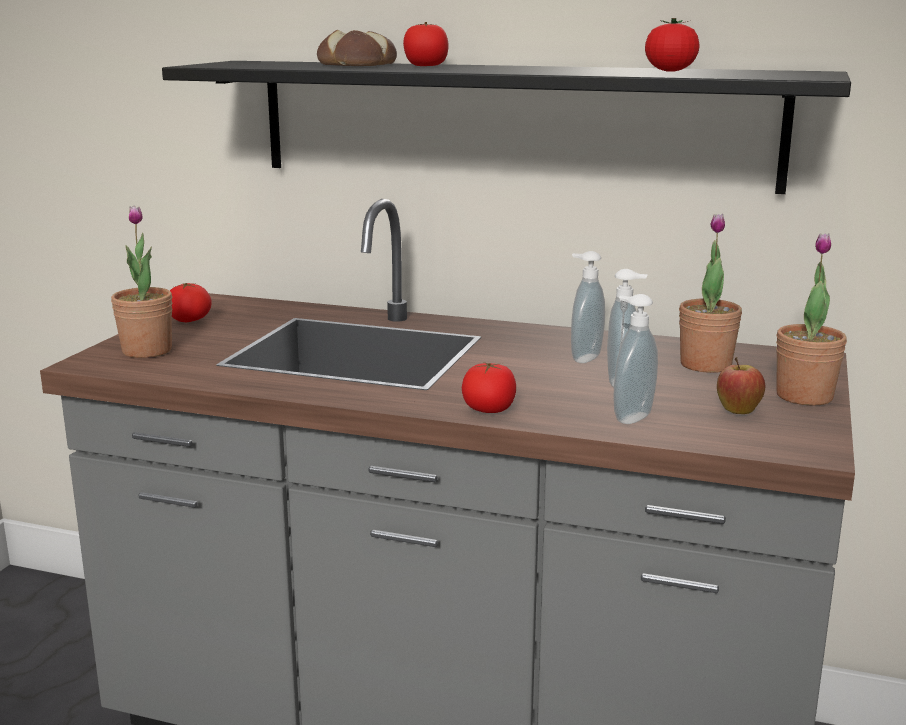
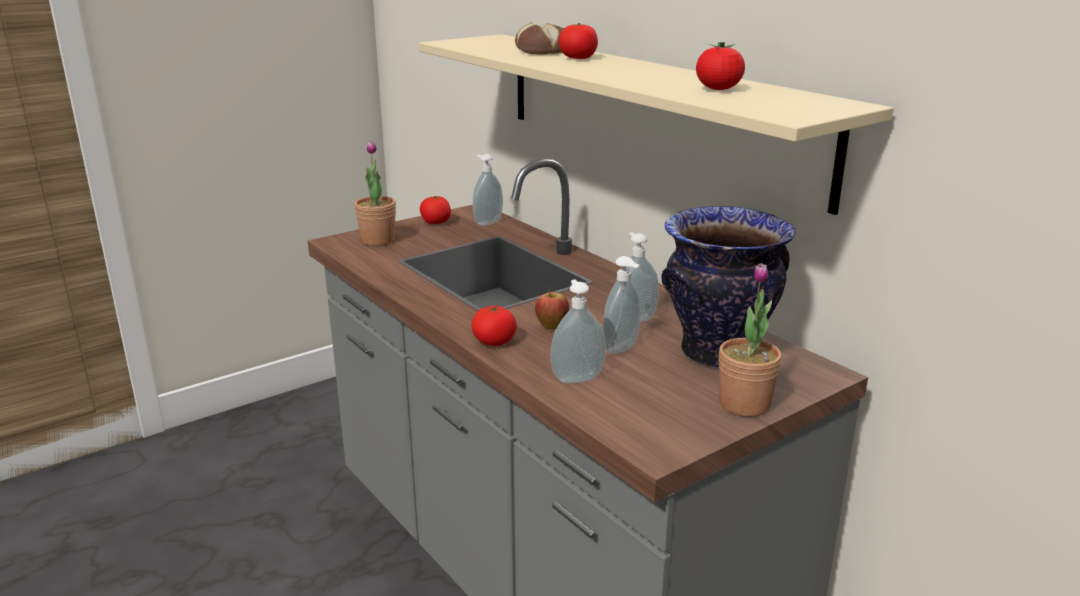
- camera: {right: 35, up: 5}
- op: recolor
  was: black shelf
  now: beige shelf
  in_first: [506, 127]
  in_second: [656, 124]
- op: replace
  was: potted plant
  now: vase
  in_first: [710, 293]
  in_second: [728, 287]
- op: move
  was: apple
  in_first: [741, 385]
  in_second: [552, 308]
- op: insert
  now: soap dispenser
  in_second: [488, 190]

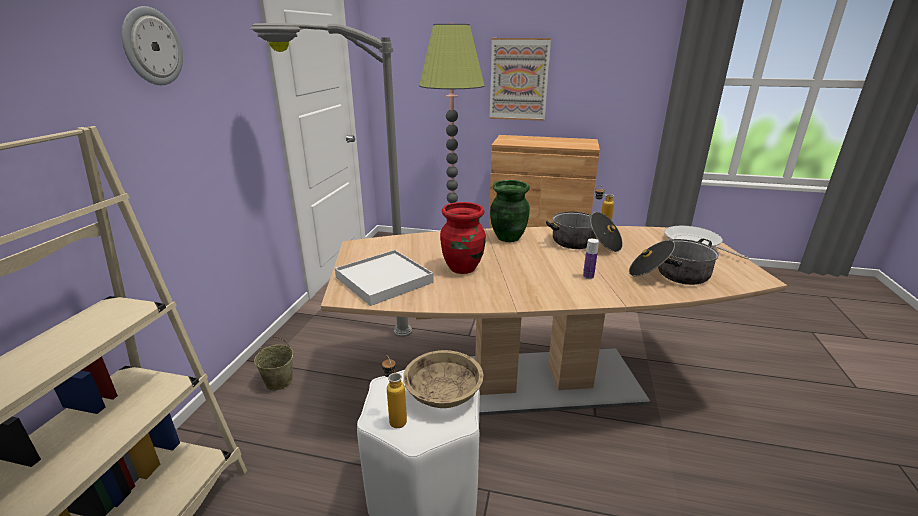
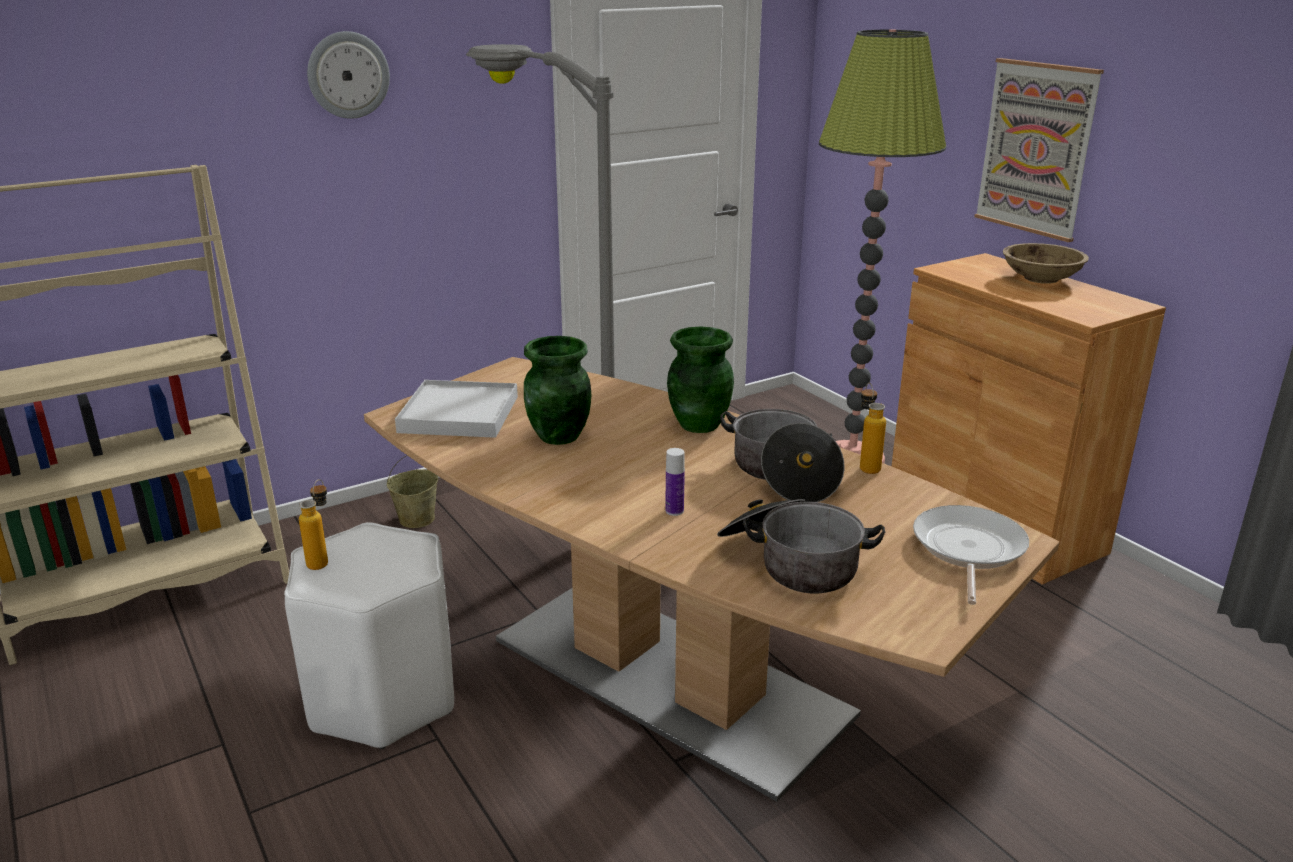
- camera: {right: 45, up: 0}
- op: move
  was: beige bowl
  in_first: [443, 379]
  in_second: [1046, 263]
- op: recolor
  was: red vase
  now: green vase
  in_first: [463, 238]
  in_second: [557, 390]

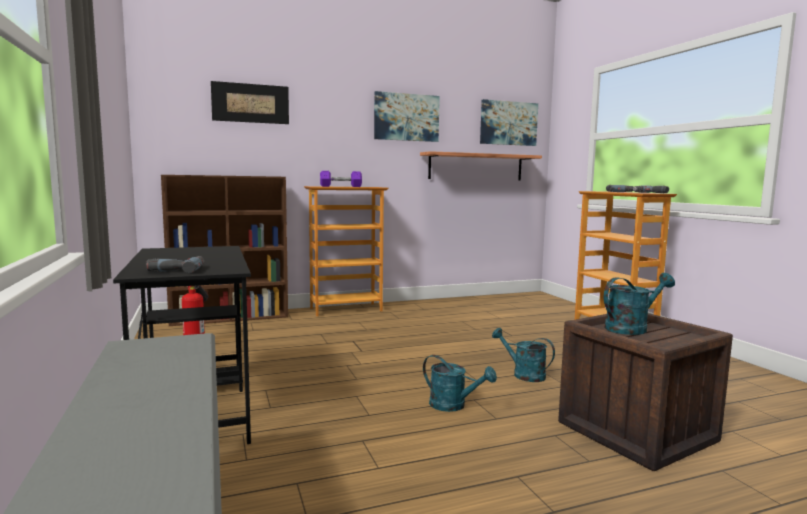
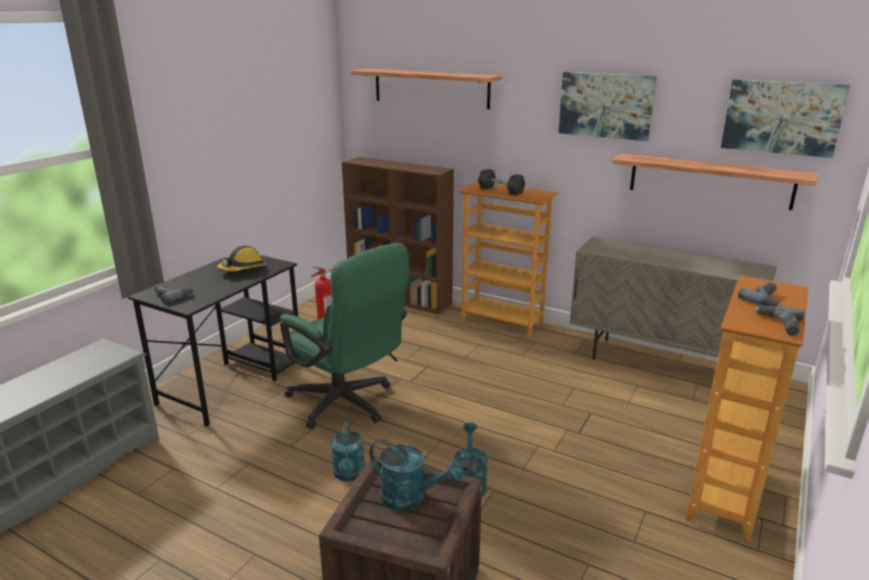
- camera: {right: 50, up: 15}
- op: replace
  was: picture
  now: shelf
  in_first: [250, 102]
  in_second: [426, 89]
- op: recolor
  was: purple dumbbell
  now: grey dumbbell
  in_first: [341, 179]
  in_second: [501, 182]
- op: insert
  now: hard hat
  in_second: [241, 258]
- op: insert
  now: green office chair
  in_second: [344, 336]
- op: insert
  now: beige cabinet
  in_second: [673, 298]

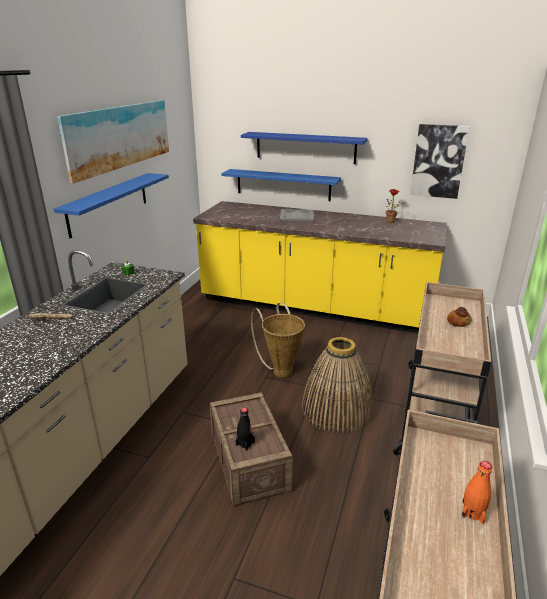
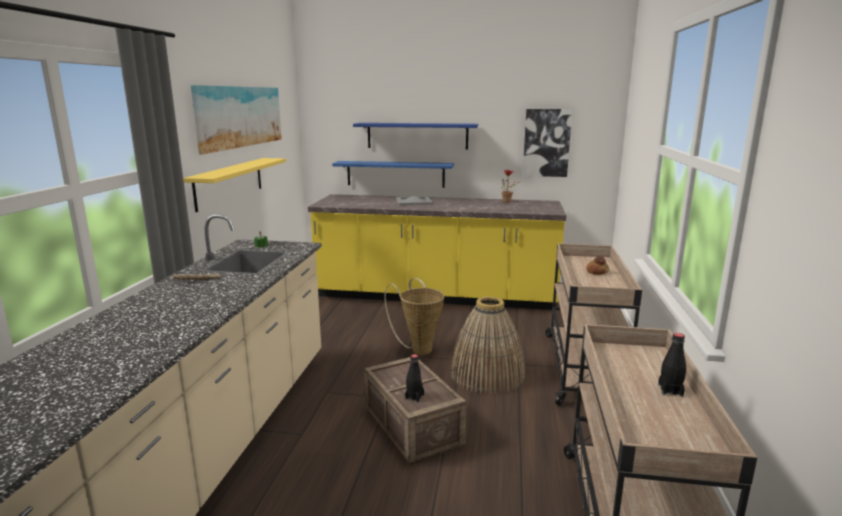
- camera: {right: -10, up: -10}
- op: recolor
  was: blue shelf
  now: yellow shelf
  in_first: [111, 205]
  in_second: [234, 185]
- op: recolor
  was: orange bottle
  now: black bottle
  in_first: [477, 492]
  in_second: [672, 365]

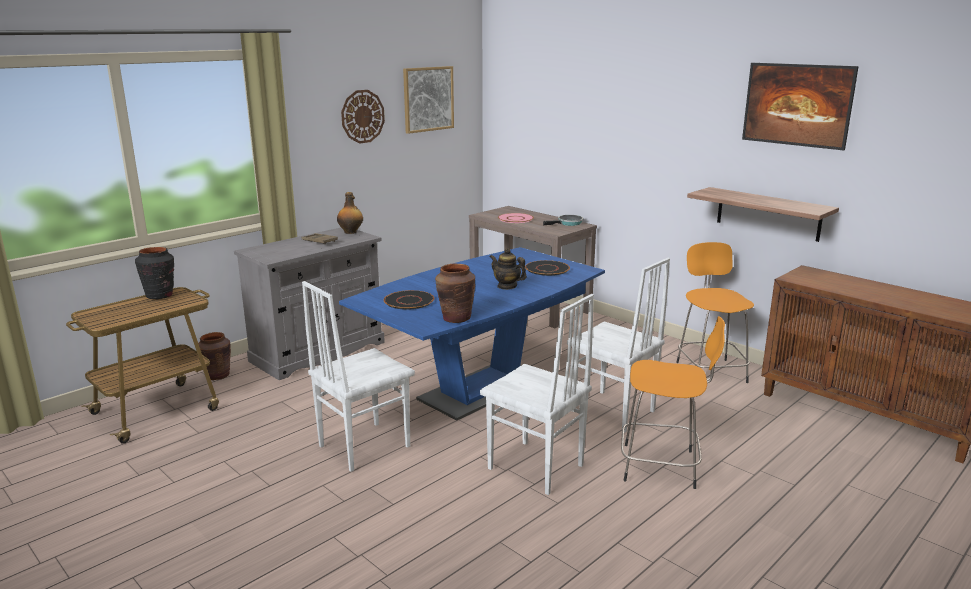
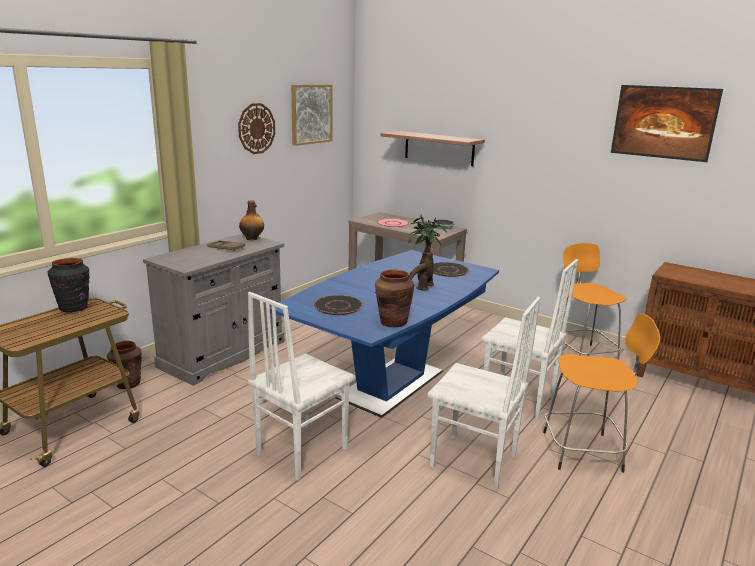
- camera: {right: -10, up: 0}
- op: replace
  was: teapot
  now: potted plant
  in_first: [508, 269]
  in_second: [428, 252]
- op: move
  was: shelf
  in_first: [763, 214]
  in_second: [432, 148]

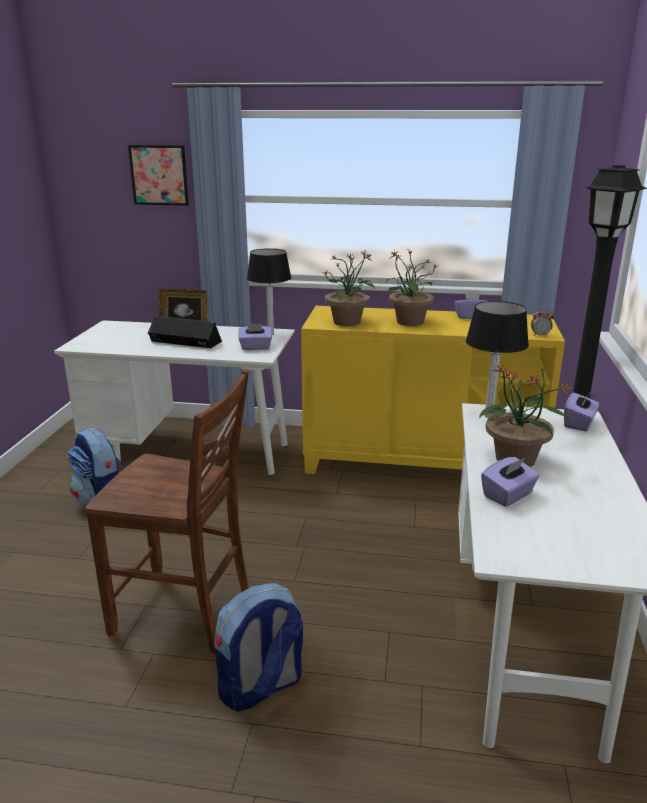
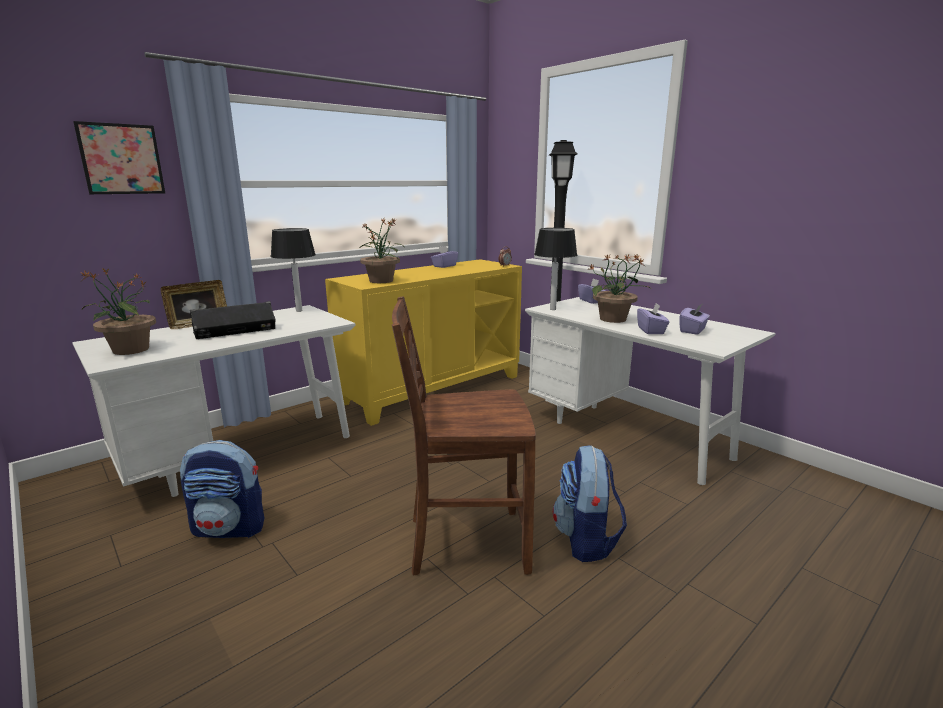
- camera: {right: -50, up: -5}
- op: rotate
  was: brown chair
  in_first: [167, 512]
  in_second: [464, 436]
  clockwise: -150
- op: move
  was: purple tissue box
  in_first: [255, 337]
  in_second: [695, 319]
- op: move
  was: potted plant
  in_first: [412, 288]
  in_second: [118, 311]

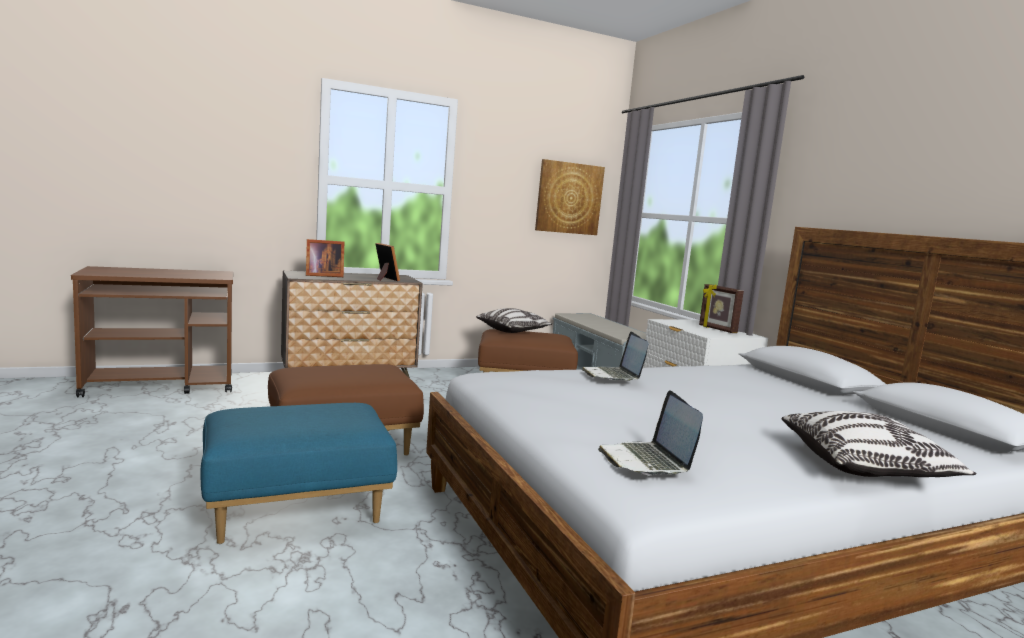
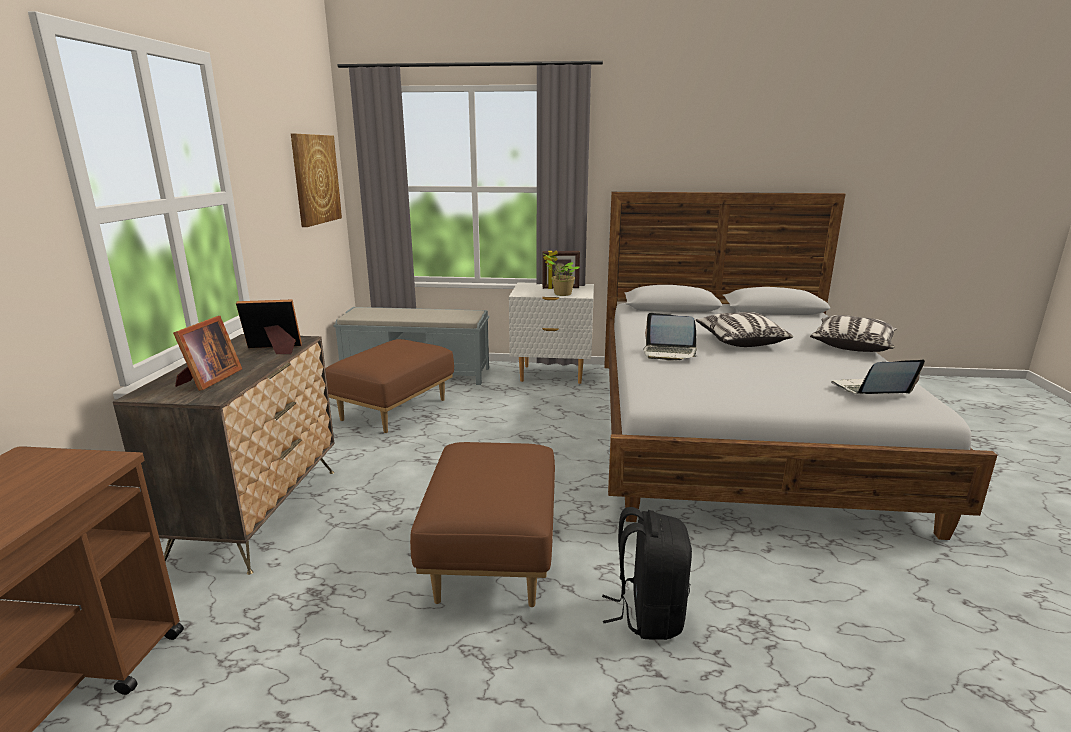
- camera: {right: -60, up: 10}
- op: replace
  was: blue ottoman
  now: black backpack
  in_first: [298, 473]
  in_second: [647, 573]
- op: move
  was: pillow
  in_first: [514, 320]
  in_second: [744, 329]
- op: rotate
  was: laptop
  in_first: [650, 432]
  in_second: [878, 376]
  clockwise: 150
- op: insert
  now: potted plant
  in_second: [562, 275]

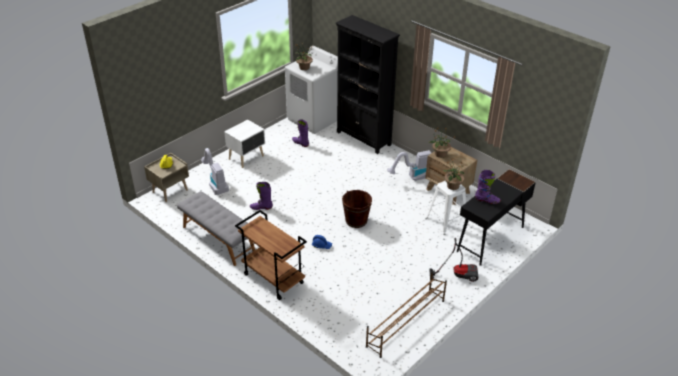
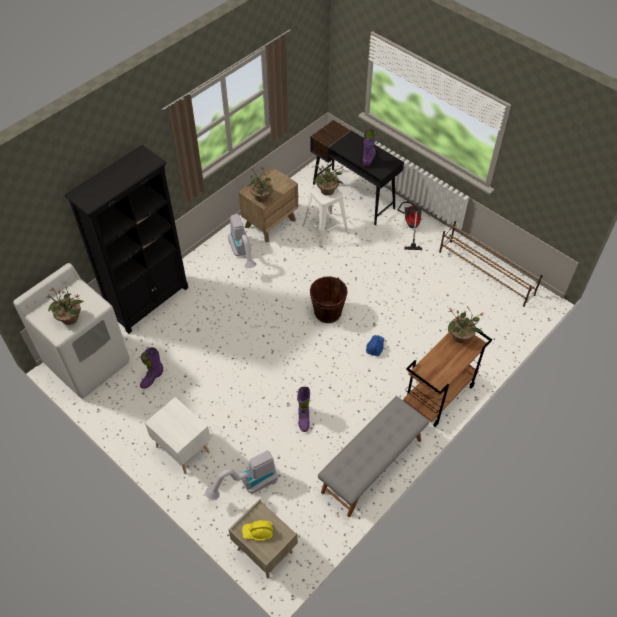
- camera: {right: -90, up: 15}
- op: insert
  now: potted plant
  in_second: [466, 324]

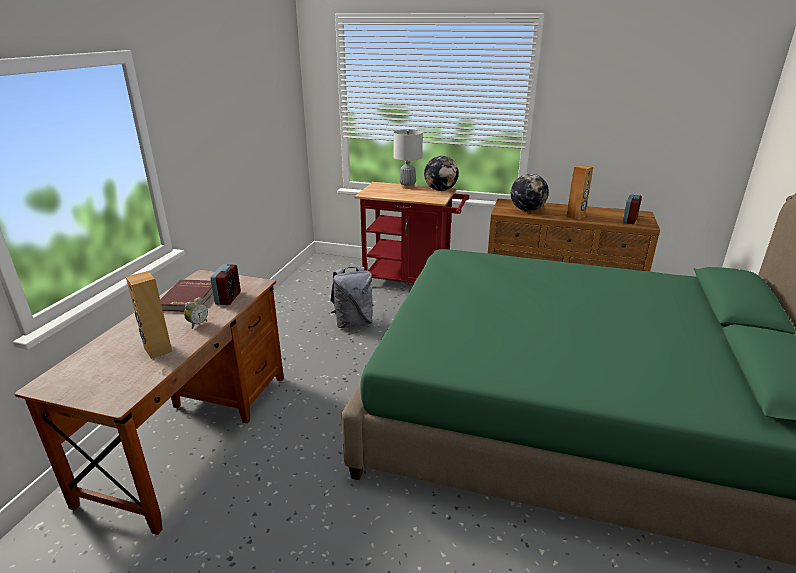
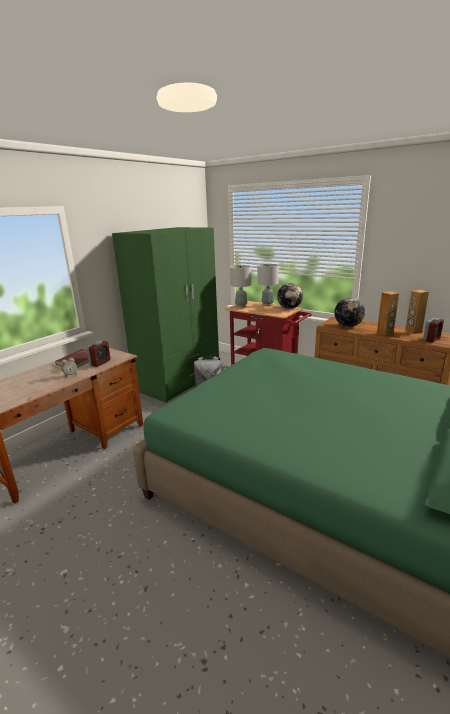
- camera: {right: 20, up: -5}
- op: move
  was: brown speaker
  in_first: [149, 315]
  in_second: [417, 312]
- op: insert
  now: green wardrobe
  in_second: [165, 315]
- op: insert
  now: grey table lamp
  in_second: [240, 286]

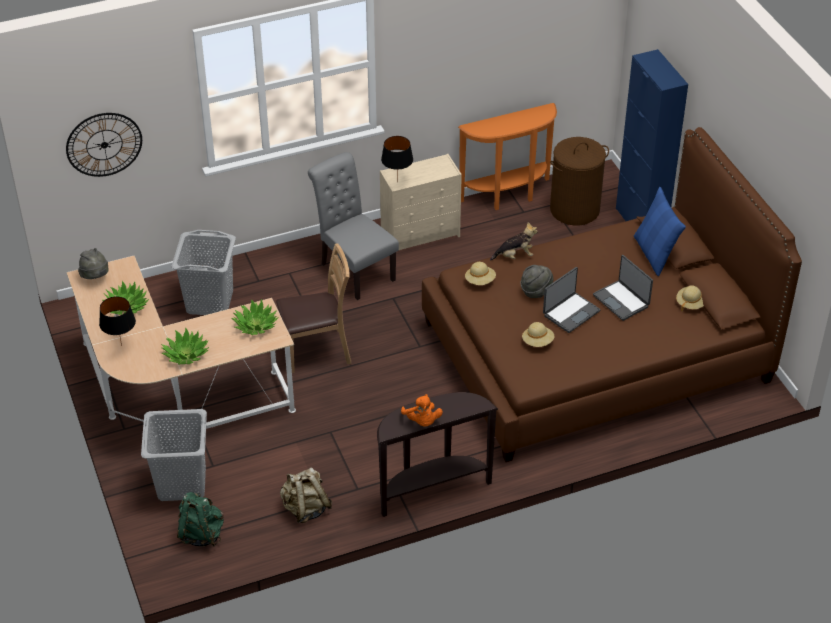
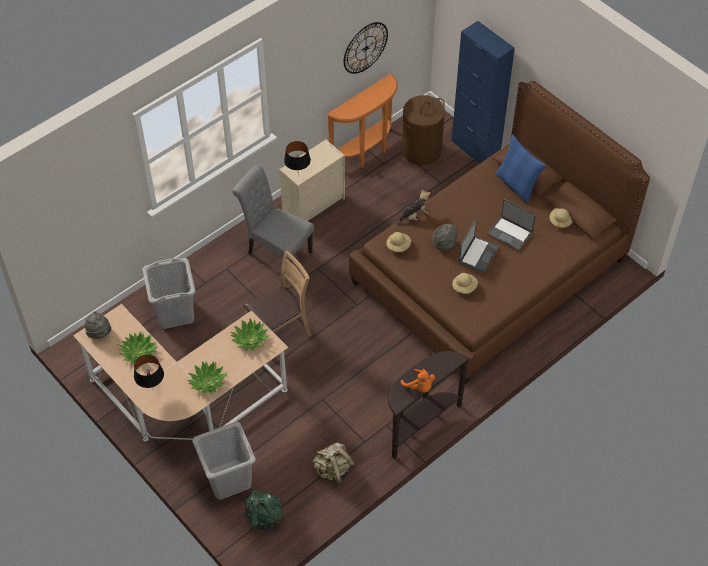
- camera: {right: -20, up: 10}
- op: move
  was: wall clock
  in_first: [104, 145]
  in_second: [366, 48]

